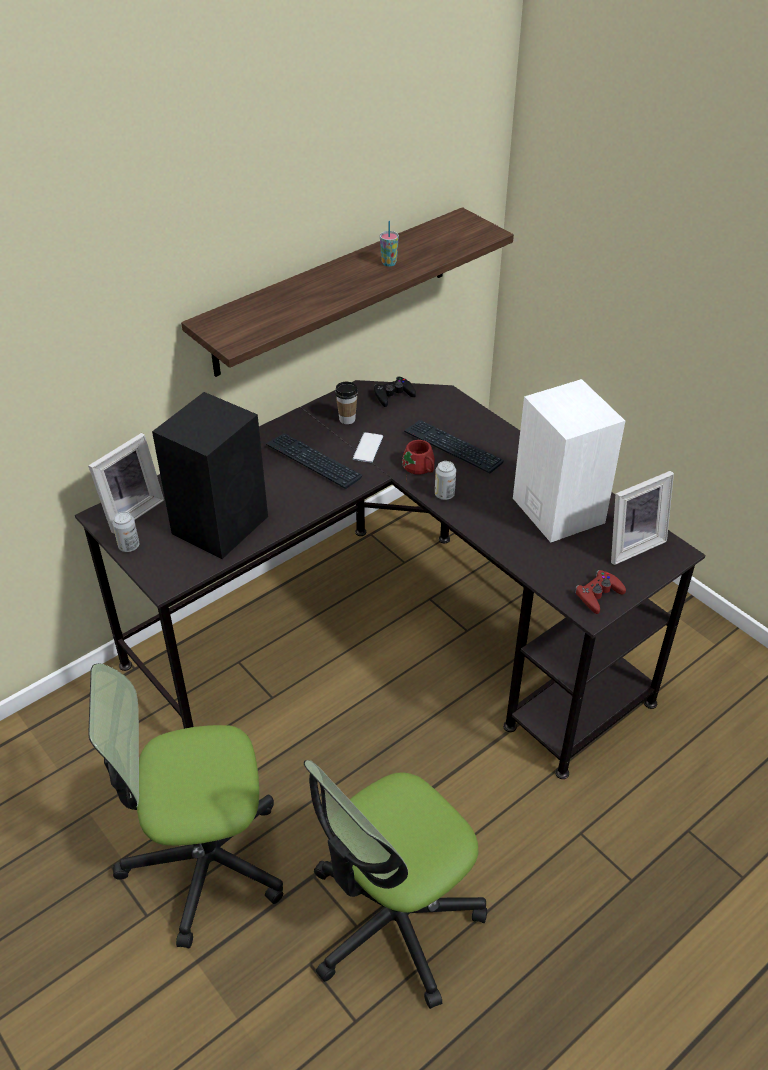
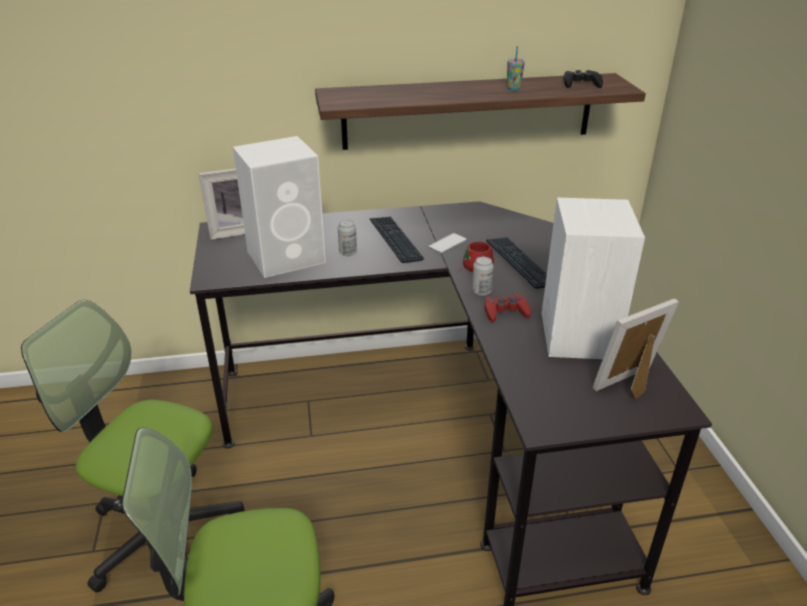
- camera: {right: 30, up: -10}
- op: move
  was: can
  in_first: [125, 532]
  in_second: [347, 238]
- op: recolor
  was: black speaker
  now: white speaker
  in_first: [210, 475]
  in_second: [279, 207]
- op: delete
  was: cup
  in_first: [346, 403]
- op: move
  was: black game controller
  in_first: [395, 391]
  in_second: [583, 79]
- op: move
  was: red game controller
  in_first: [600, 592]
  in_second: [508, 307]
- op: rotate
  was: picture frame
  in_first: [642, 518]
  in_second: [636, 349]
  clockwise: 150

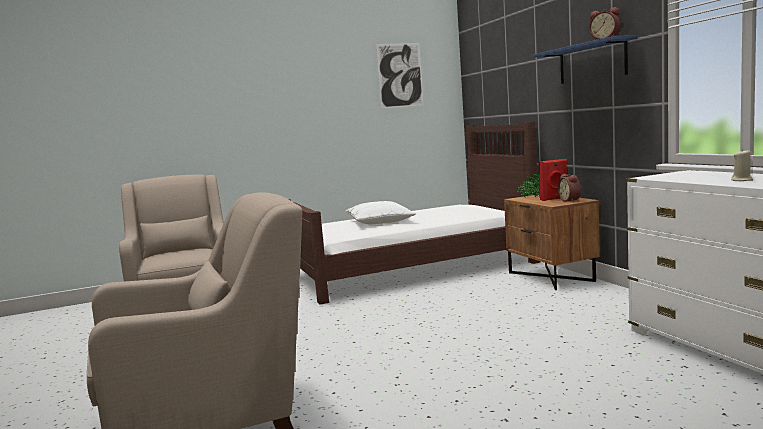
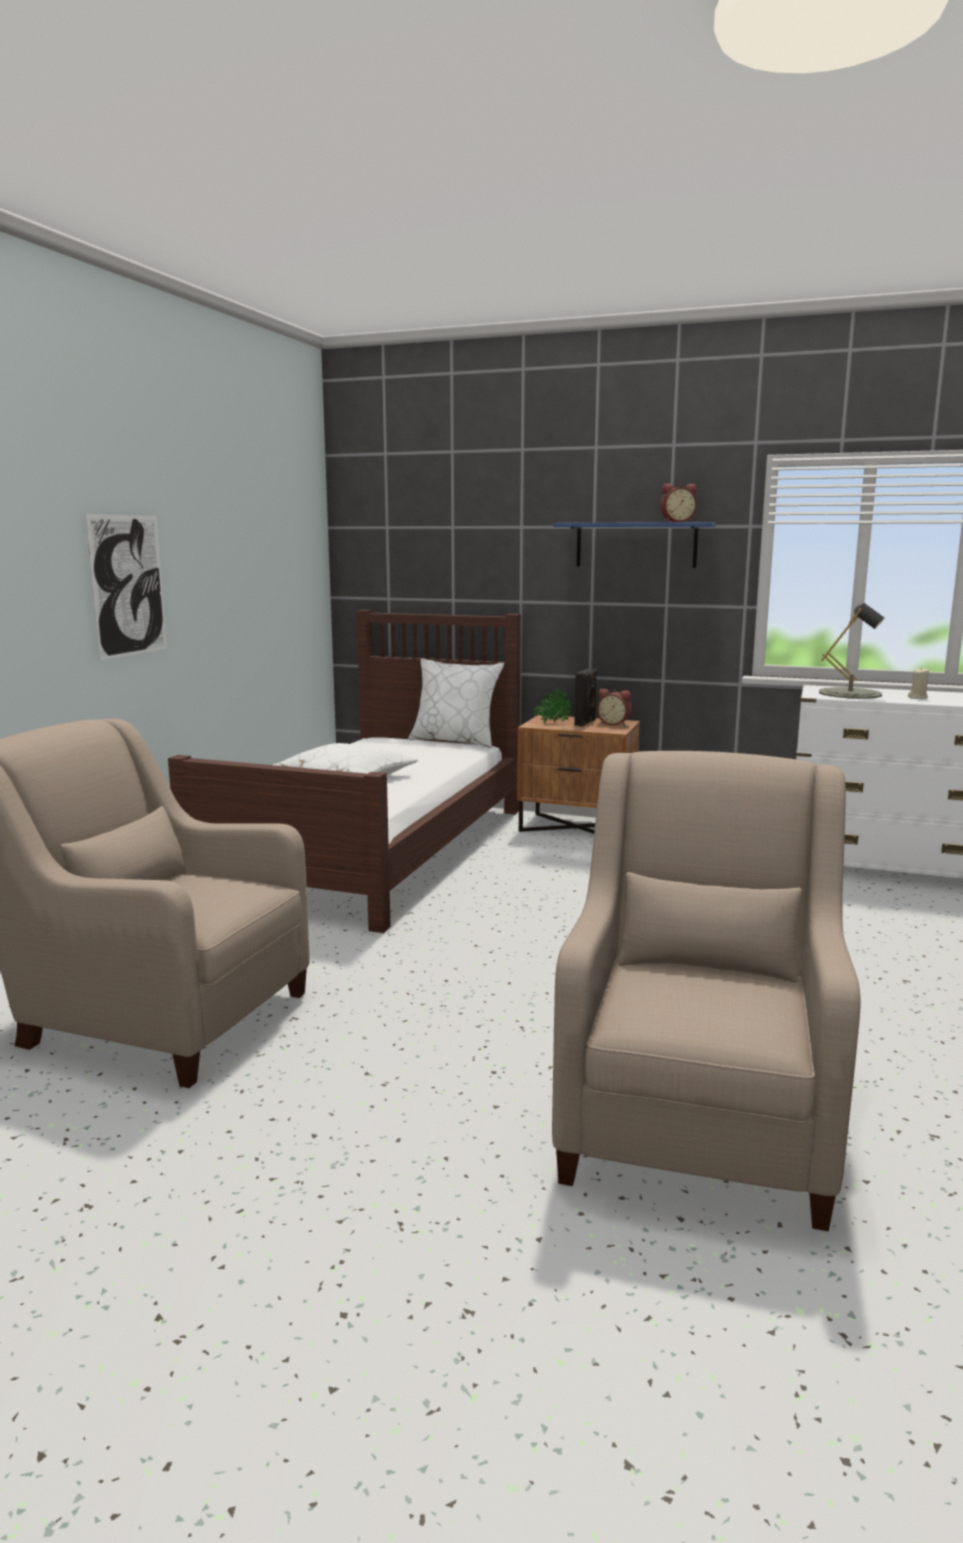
- camera: {right: -50, up: 5}
- op: move
  was: picture
  in_first: [399, 75]
  in_second: [126, 587]
- op: recolor
  was: red speaker
  now: black speaker
  in_first: [553, 180]
  in_second: [585, 697]
- op: insert
  now: white pillow
  in_second: [456, 703]
- op: insert
  now: grey table lamp
  in_second: [852, 651]

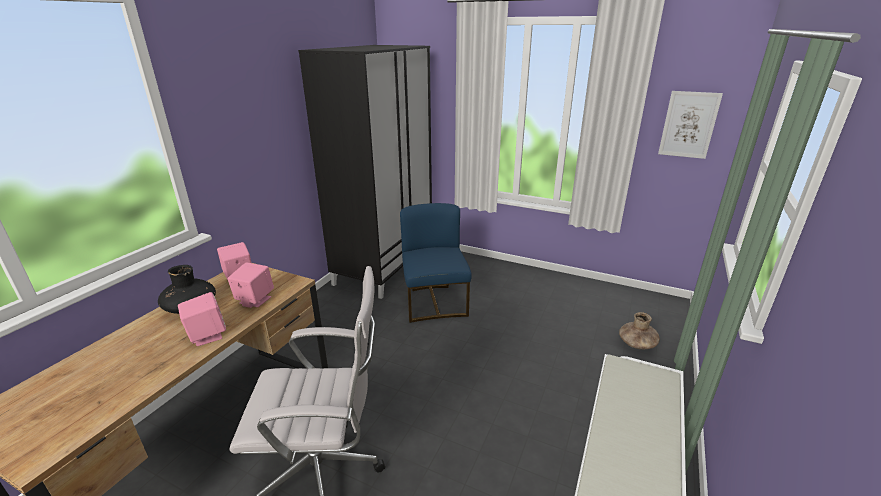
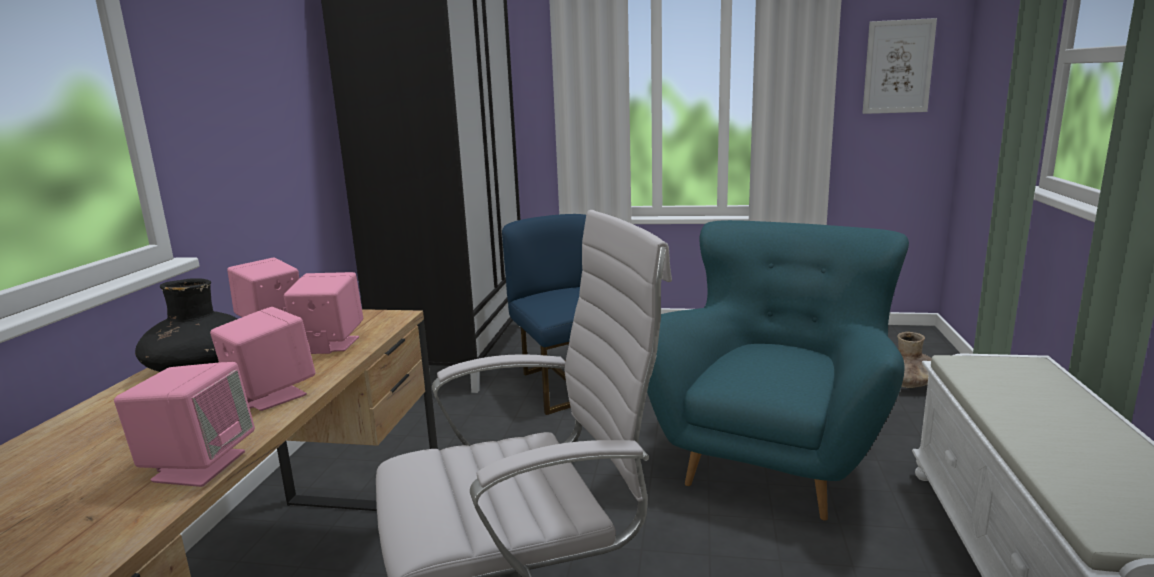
- camera: {right: -15, up: -10}
- op: insert
  now: pink speaker
  in_second: [184, 424]
- op: insert
  now: turquoise armchair
  in_second: [778, 370]

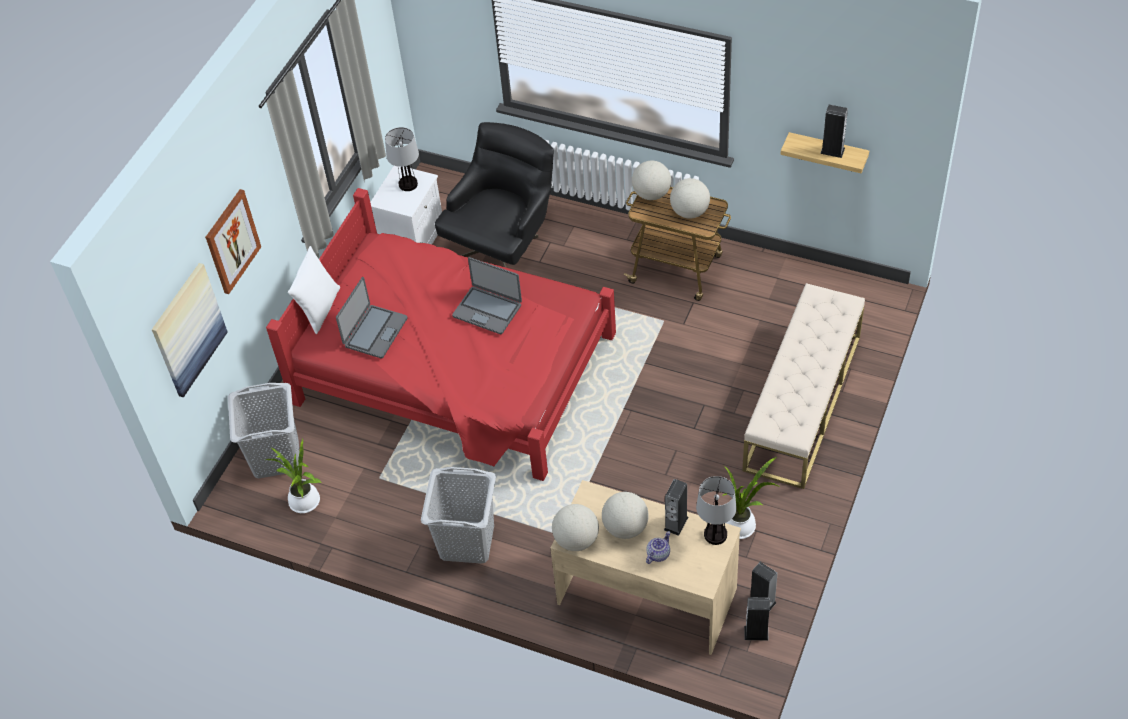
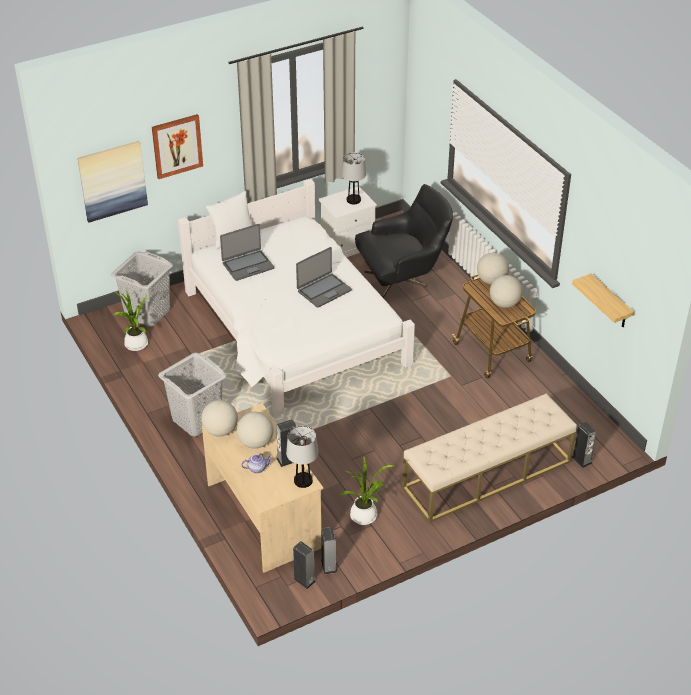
- camera: {right: 35, up: -10}
- op: recolor
  was: red bed
  now: white bed
  in_first: [441, 334]
  in_second: [296, 297]
- op: rotate
  was: laptop
  in_first: [487, 295]
  in_second: [324, 277]
  clockwise: -105
- op: move
  was: speaker
  in_first: [834, 131]
  in_second: [584, 445]

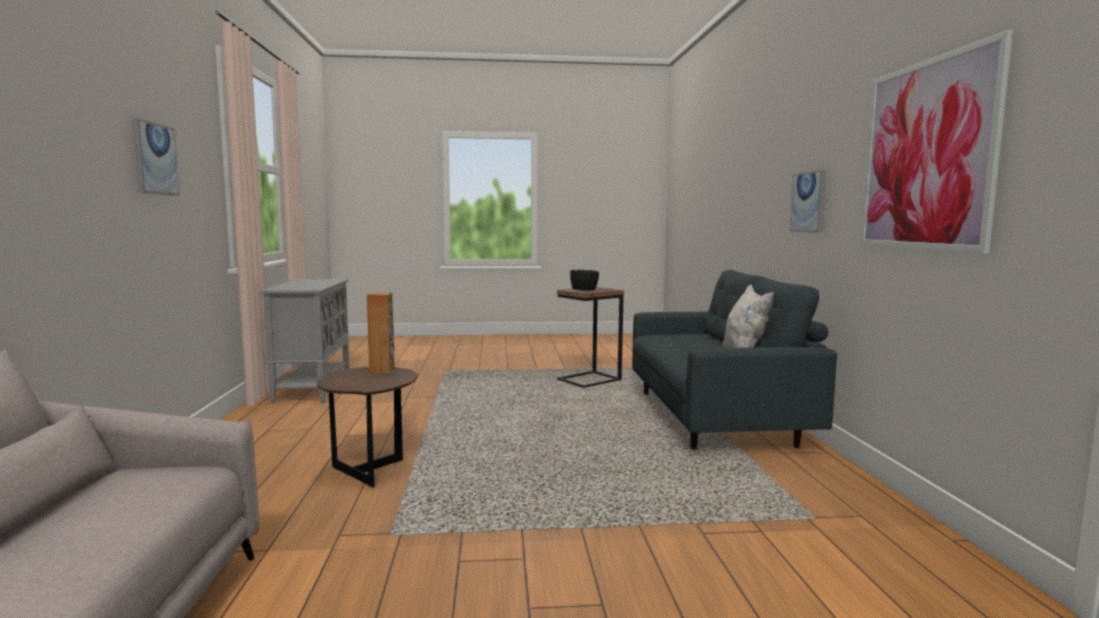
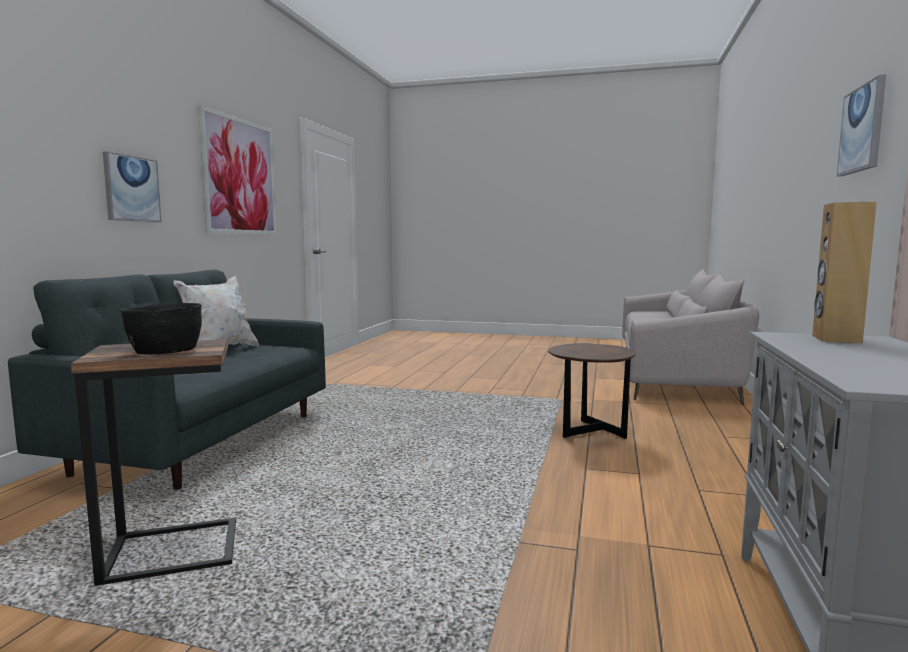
- camera: {right: -160, up: 0}
- op: move
  was: brown speaker
  in_first: [381, 332]
  in_second: [844, 272]

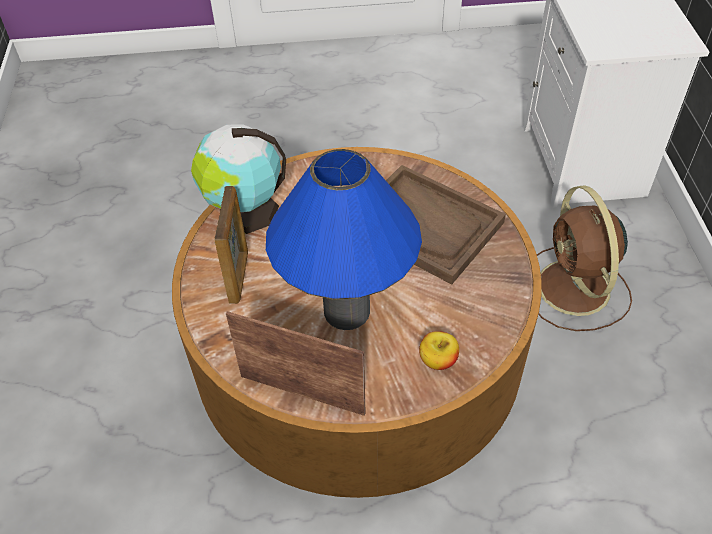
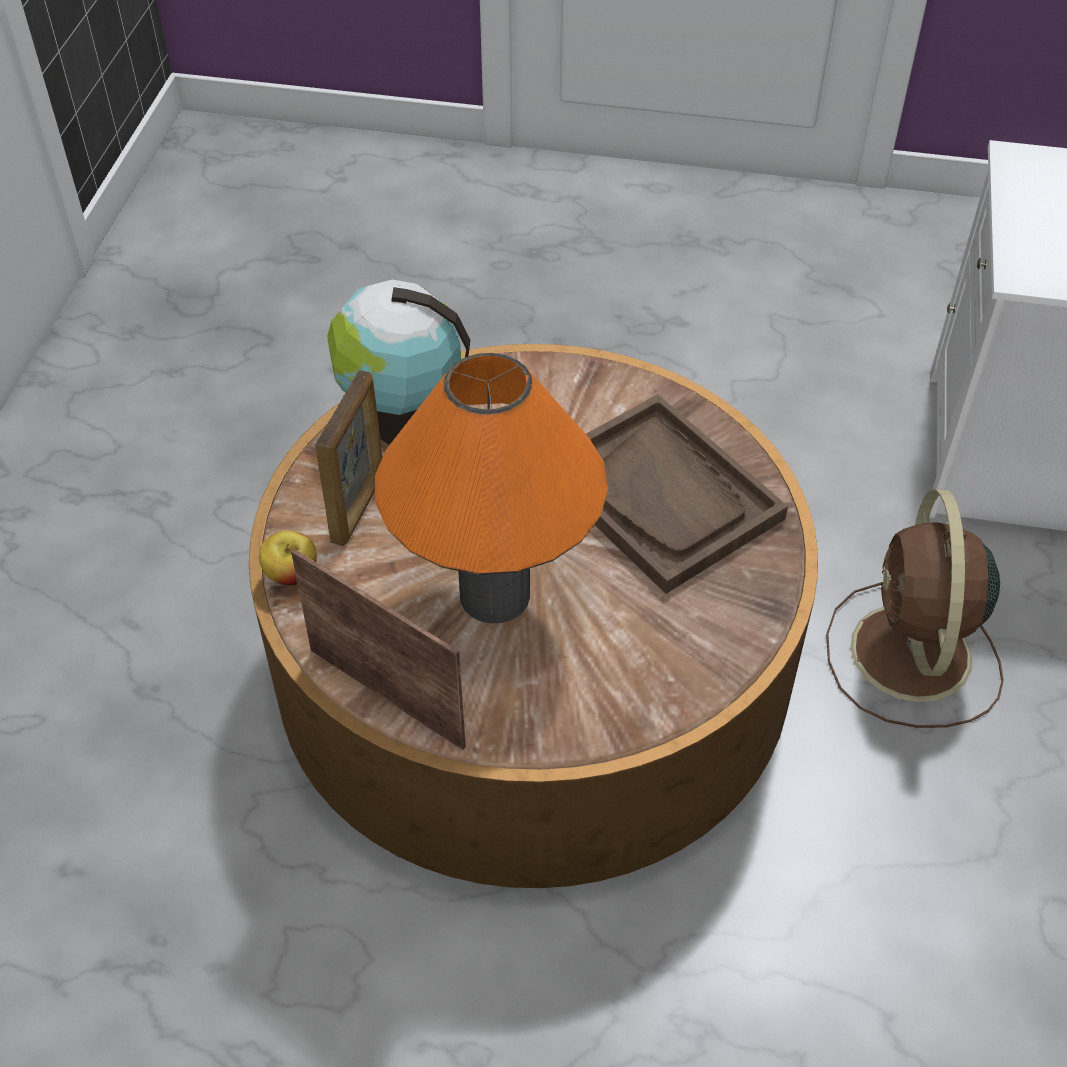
- camera: {right: 15, up: 0}
- op: recolor
  was: blue table lamp
  now: orange table lamp
  in_first: [344, 239]
  in_second: [491, 488]
- op: move
  was: apple
  in_first: [439, 350]
  in_second: [288, 557]

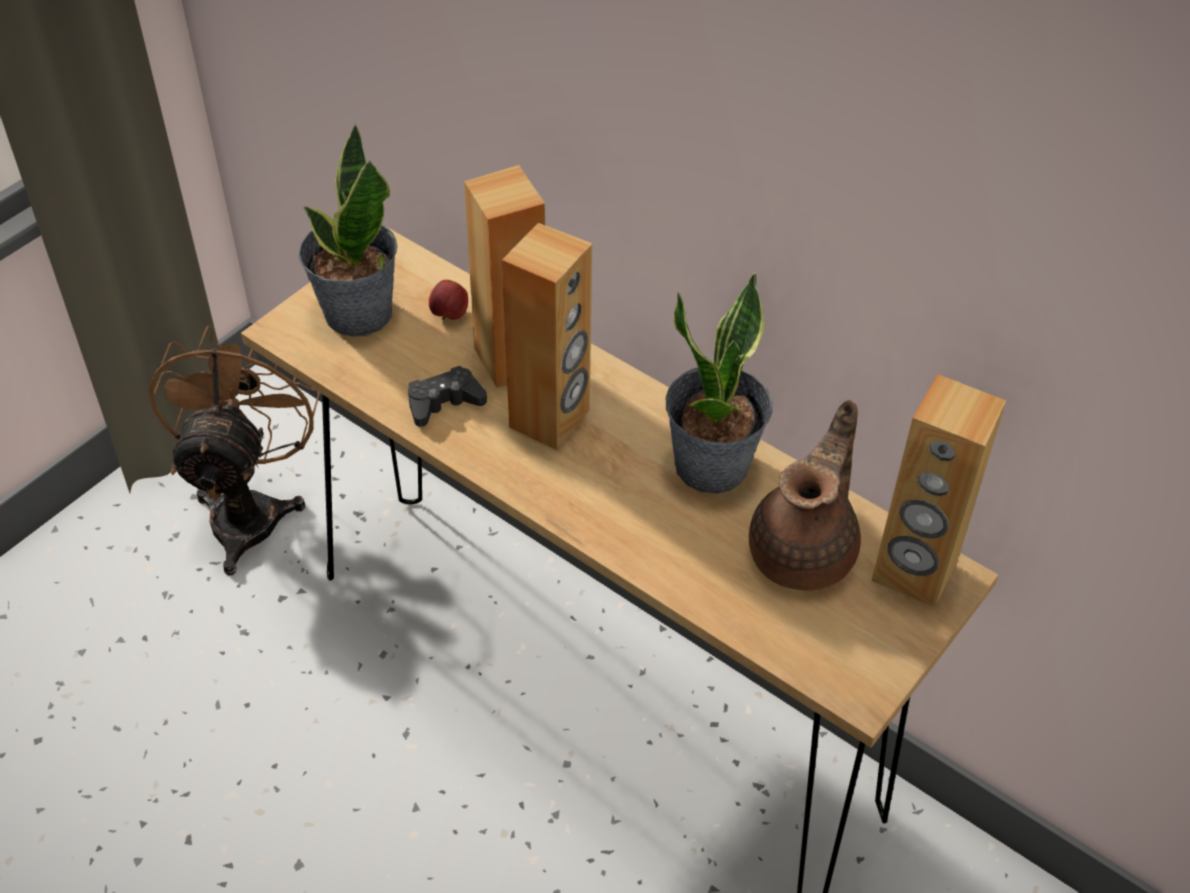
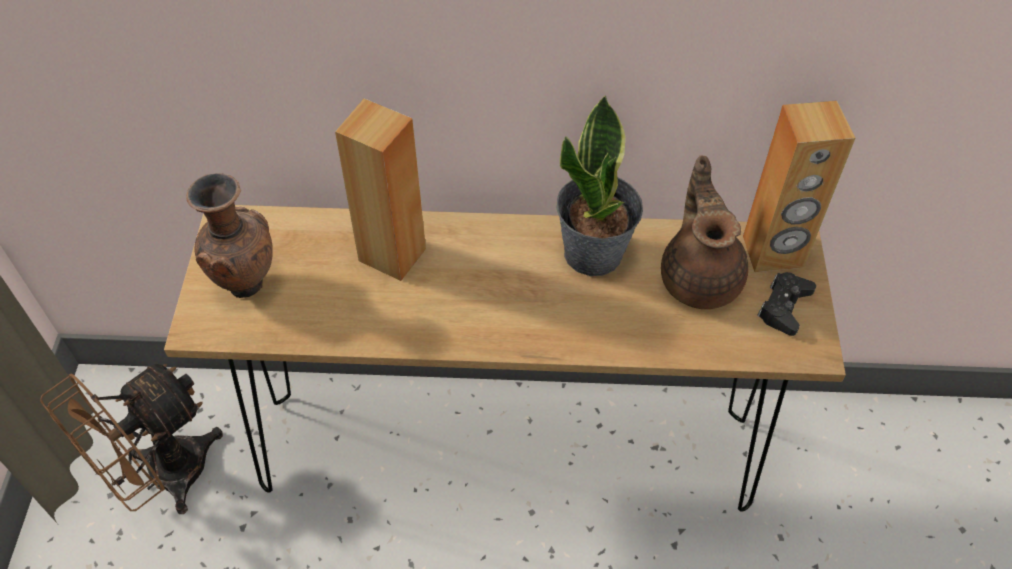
- camera: {right: -35, up: 5}
- op: rotate
  was: brown fan
  in_first: [234, 451]
  in_second: [131, 439]
  clockwise: -105
- op: replace
  was: potted plant
  now: brown vase
  in_first: [347, 230]
  in_second: [229, 235]
- op: move
  was: black game controller
  in_first: [447, 396]
  in_second: [786, 304]
- op: delete
  was: apple
  in_first: [448, 300]
- op: delete
  was: brown speaker
  in_first: [547, 336]

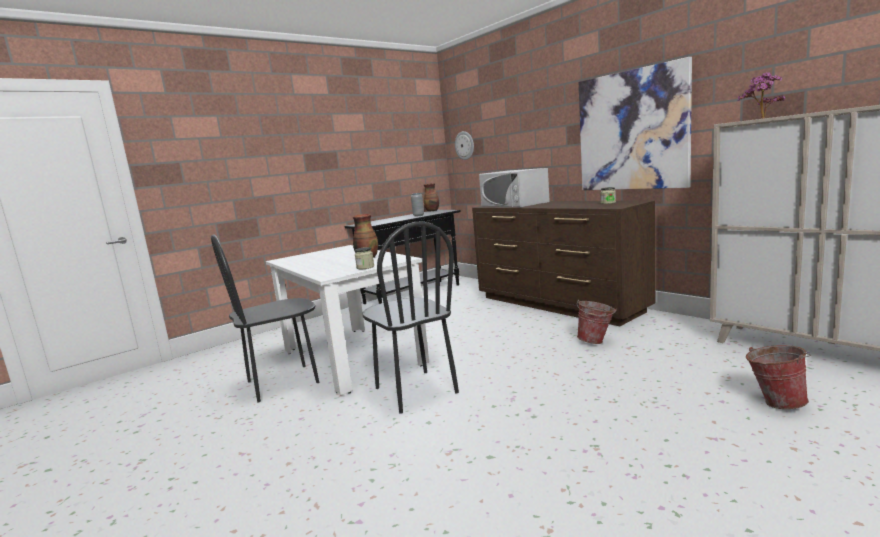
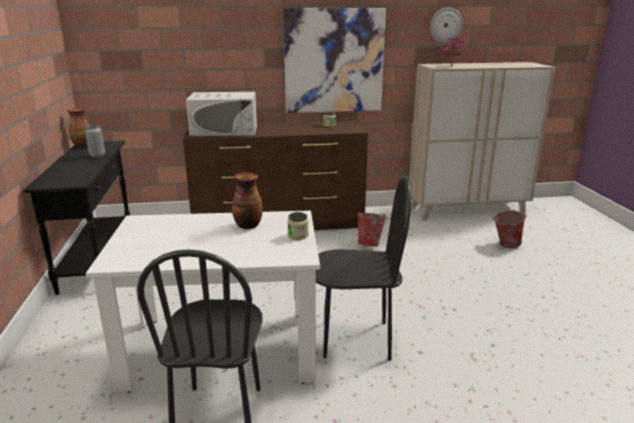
- camera: {right: -60, up: 10}
- op: move
  was: wall clock
  in_first: [464, 145]
  in_second: [446, 25]

